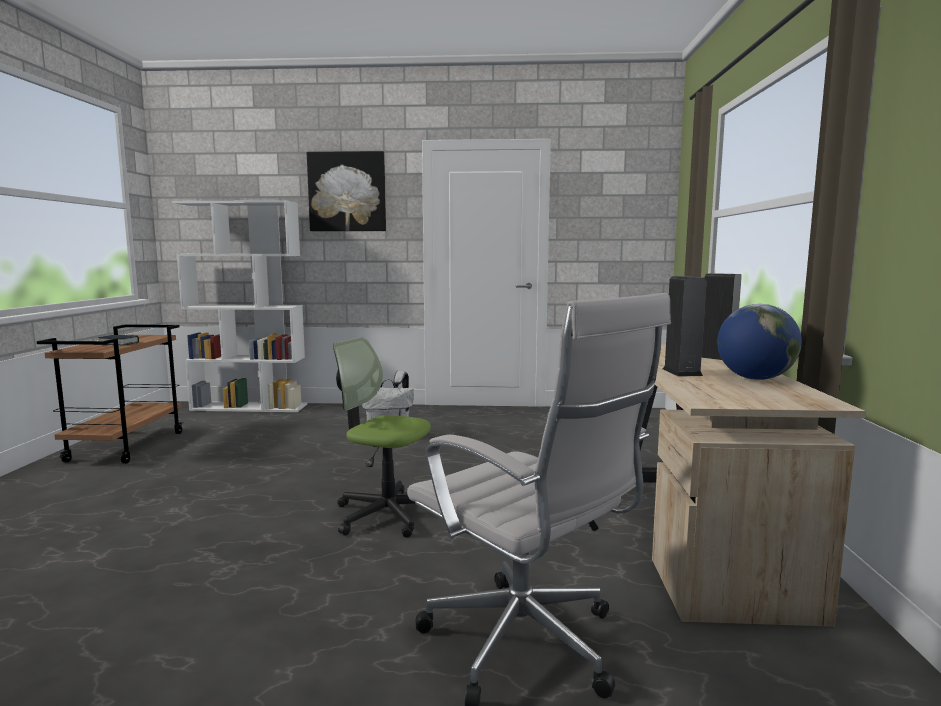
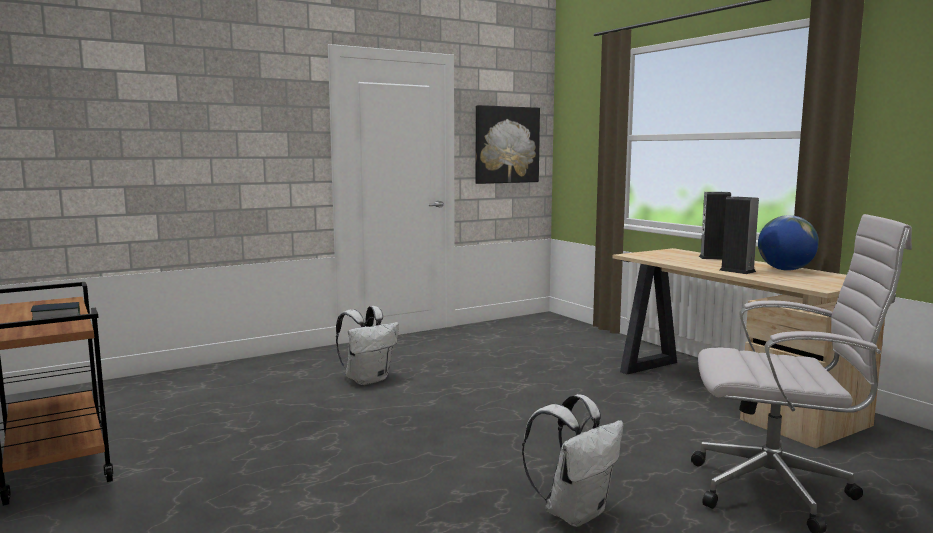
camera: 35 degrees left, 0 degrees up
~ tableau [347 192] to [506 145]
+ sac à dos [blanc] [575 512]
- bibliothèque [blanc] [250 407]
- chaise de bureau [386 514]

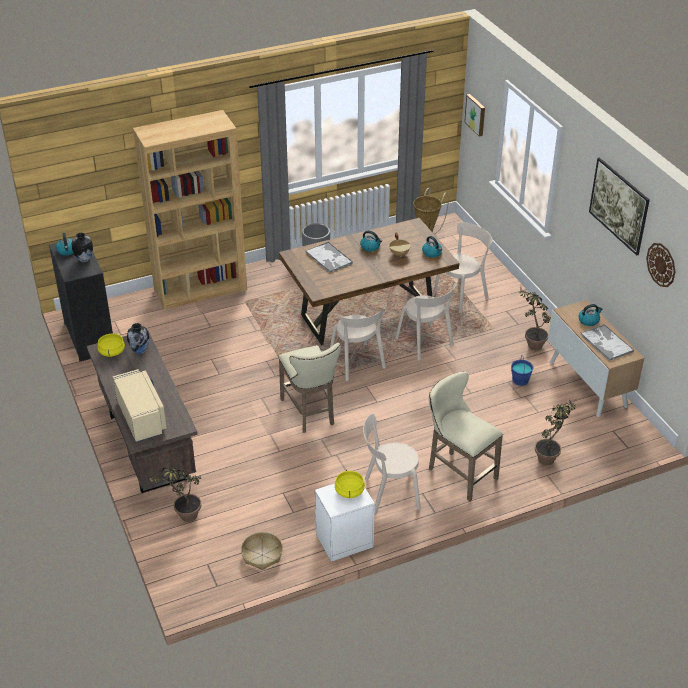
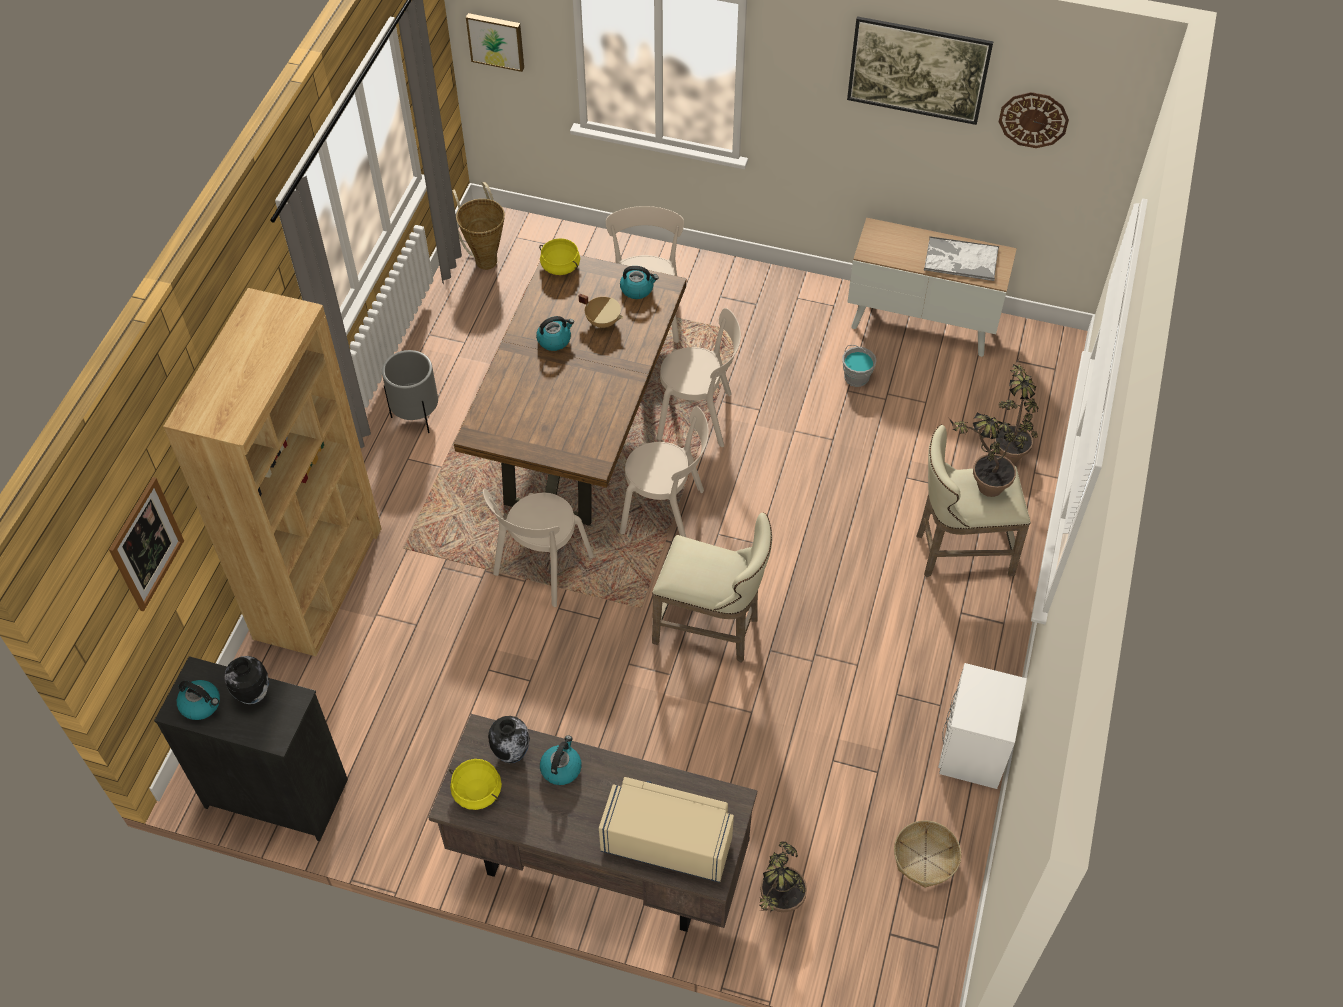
camera: 50 degrees left, 15 degrees up
+ tableau [146 544]
~ chaise [beige] [388 494] to [541 568]
~ marmite [jaune] [349 491] to [560 266]
~ bouilloire [589 320] to [561 768]
~ seau [bleu] [520 380] to seau [gris] [856 377]
~ plante en pot [531 343] to [980 486]
- plateau [329 258]

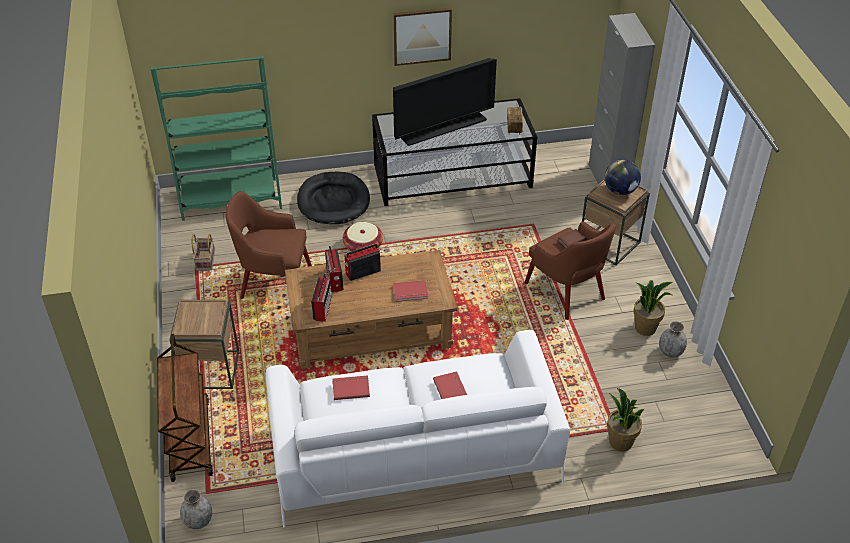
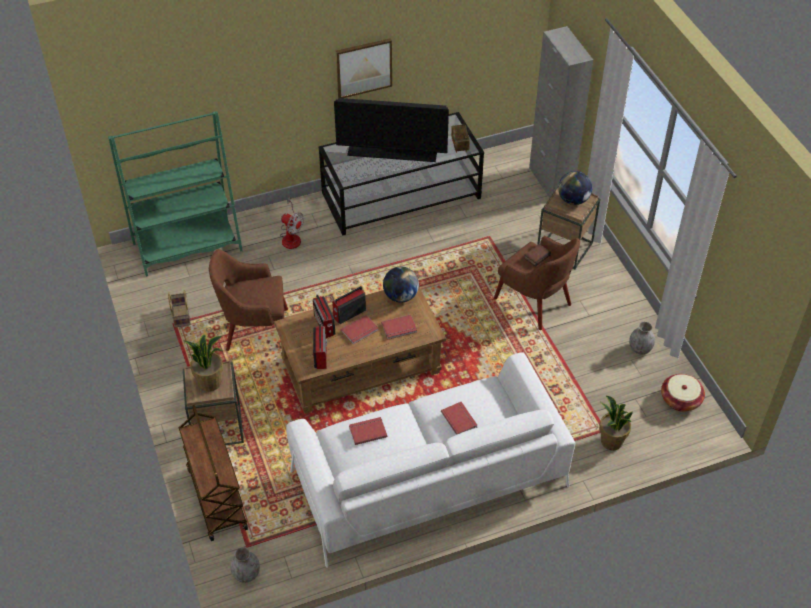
camera: 10 degrees left, 5 degrees up
~ plante en pot [645 327] to [210 382]
~ panier pour chien [noir] [333 201] to ventilateur [291 236]
~ téléviseur [444 128] = [392 154] 45 degrees clockwise
+ livre [rouge] [360 331]
+ globe [400 296]
~ panier [363 246] to [680 400]

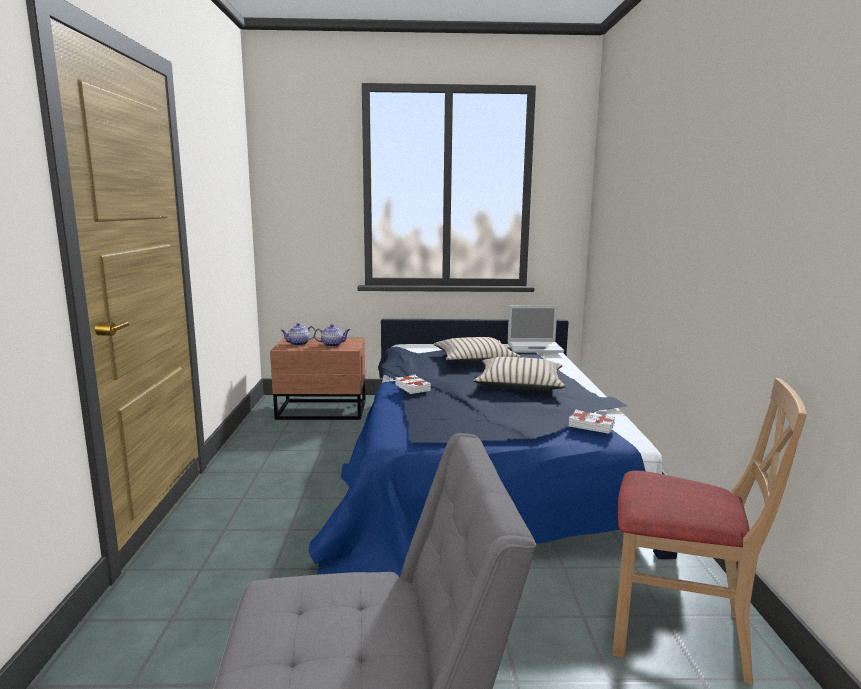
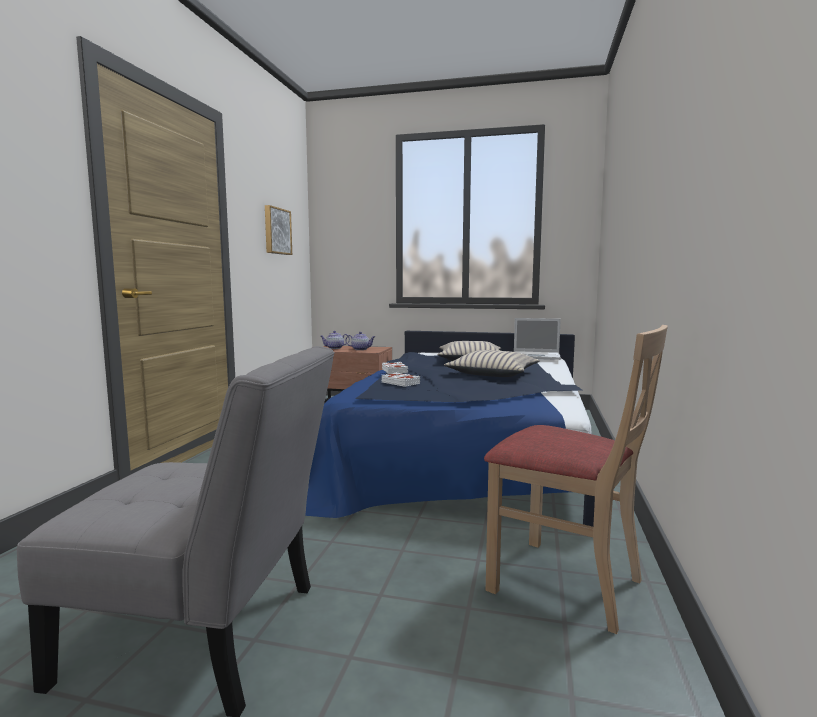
camera: 15 degrees right, 5 degrees down
+ tableau [276 231]
~ livre [blanc] [591 425] to [401 383]

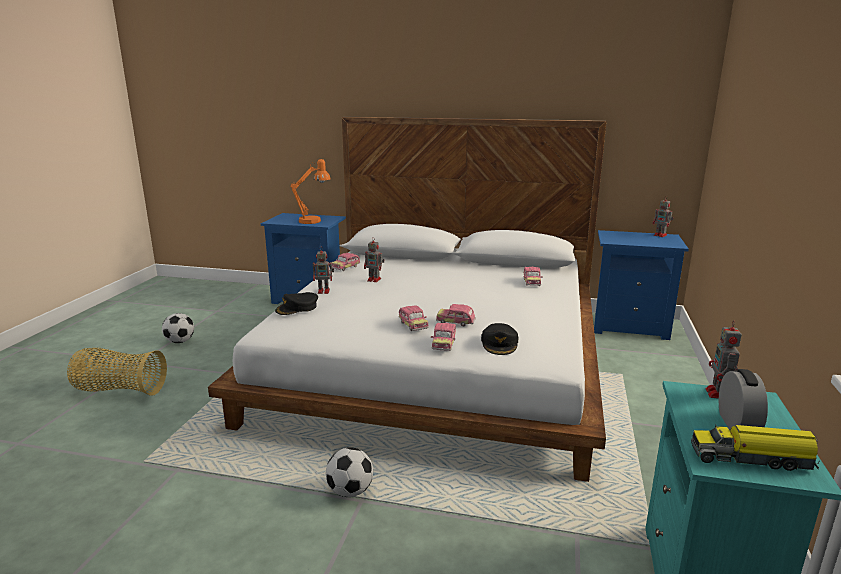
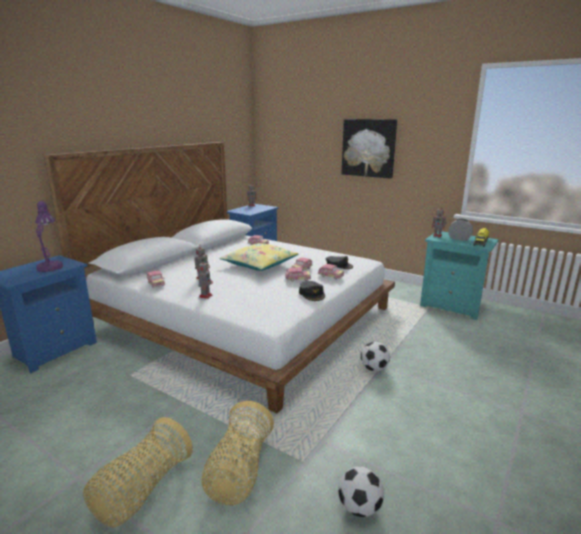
camera: 70 degrees left, 0 degrees up
~ lampe de table [orange] [314 220] to lampe de table [violet] [51 266]
+ panier [239 471]
+ coussin [jaune] [259 264]
~ casquette [noir] [297 308] to [312 294]
~ ballon de foot [180 341] to [359 507]
+ tableau [368 148]

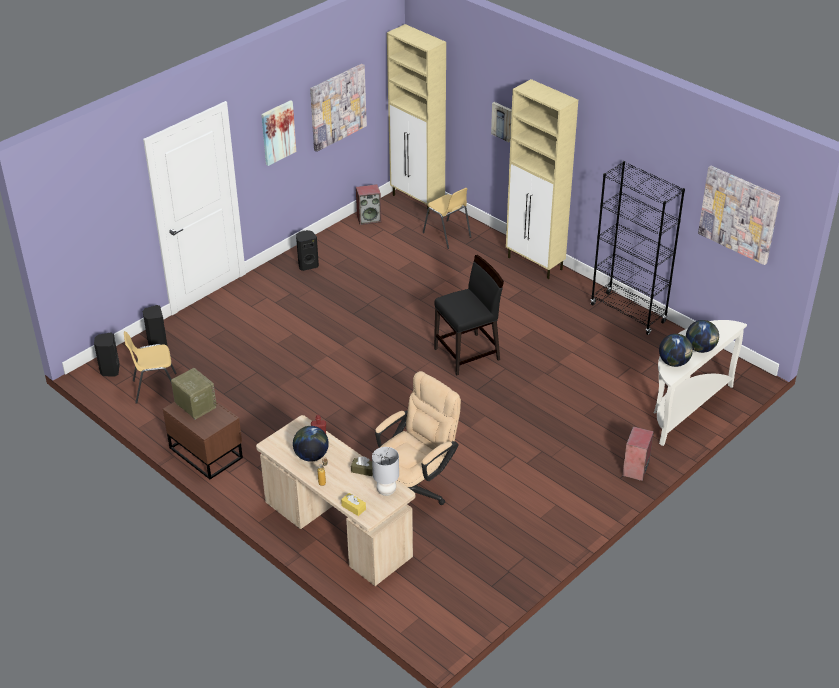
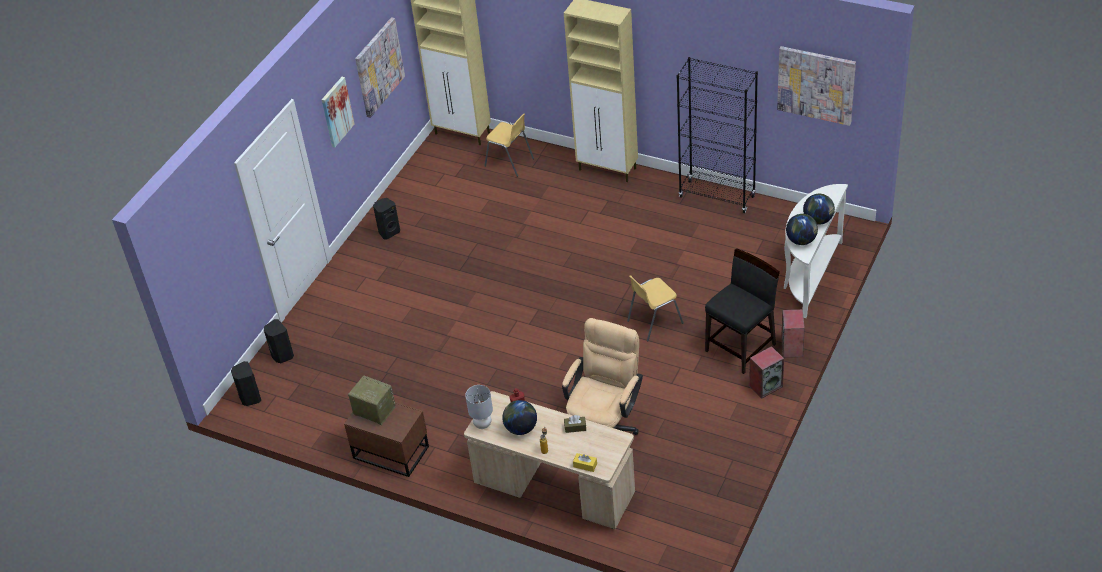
camera: 15 degrees left, 5 degrees up
~ lampe de table [gris] [386 491] to [482 424]
~ chaise [jaune] [155 388] to [654 322]
~ chaise [noir] [468 354] to [741 347]
~ enceinte [369 218] to [766 386]
- tableau [502 121]

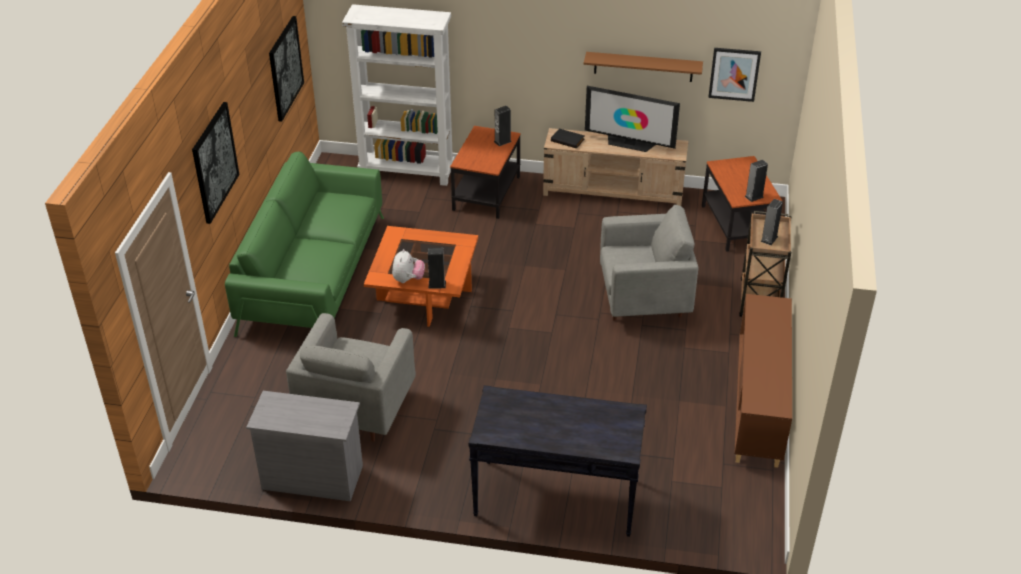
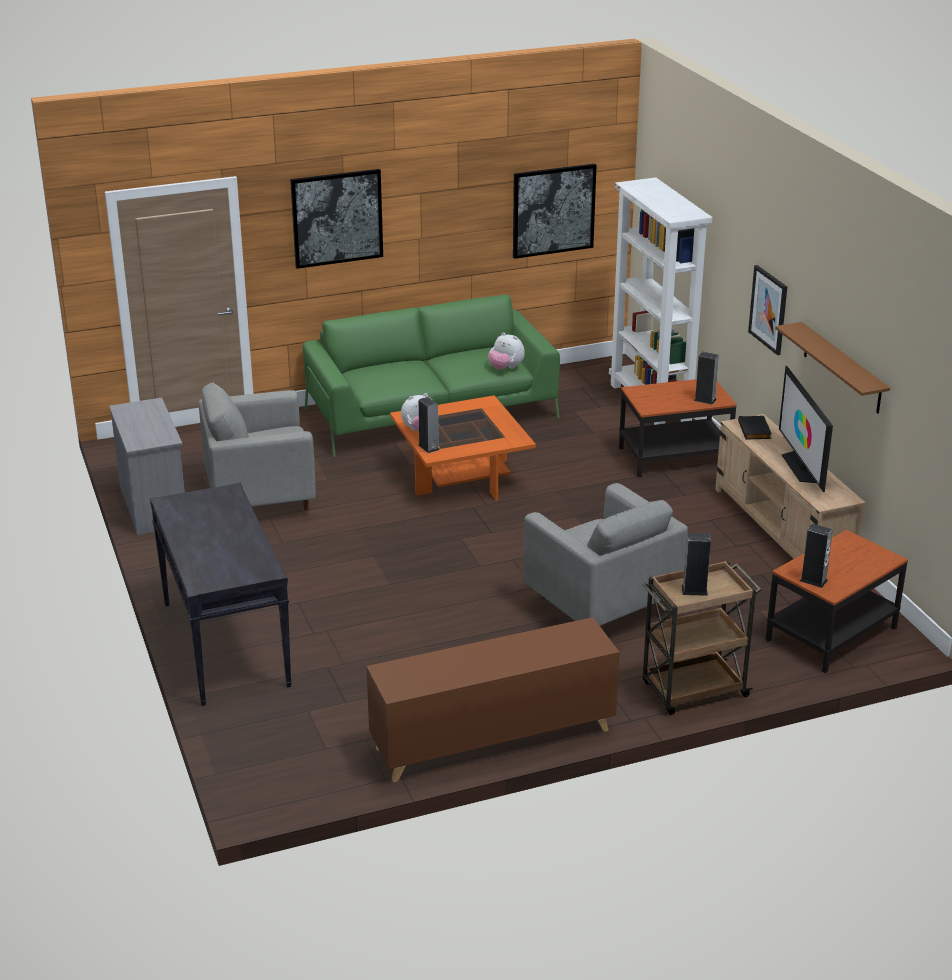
camera: 60 degrees right, 10 degrees down
+ peluche [505 368]
~ tableau [734 74] to [768 309]

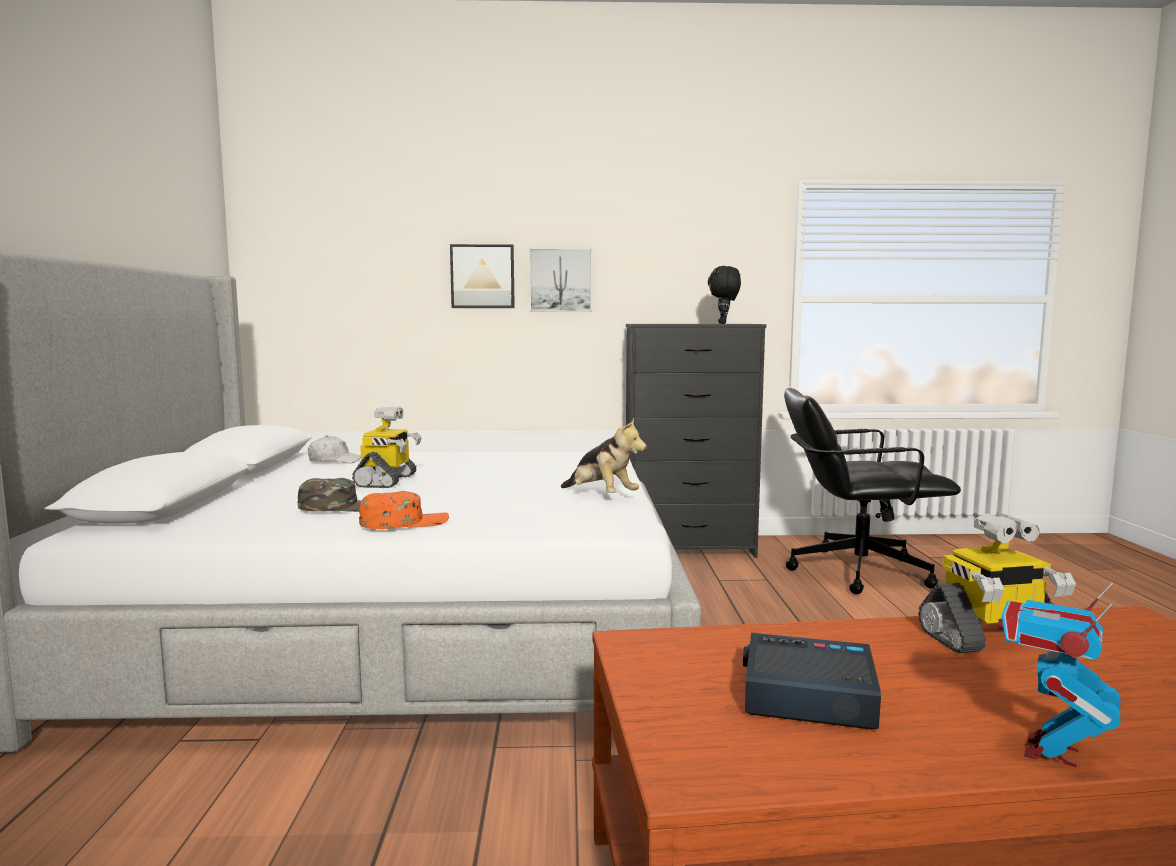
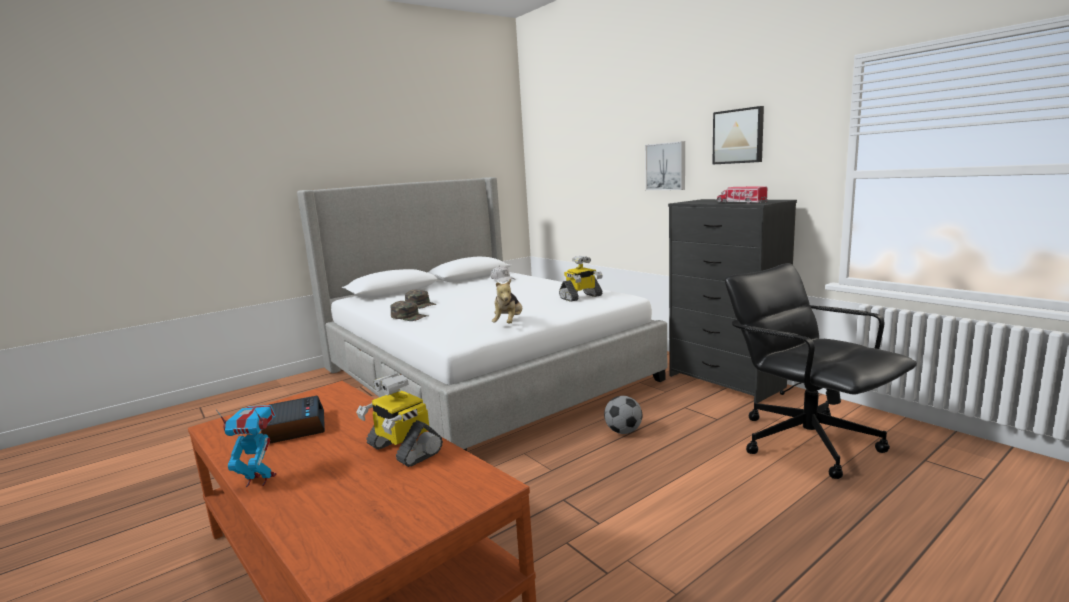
camera: 55 degrees right, 5 degrees up
~ casquette [orange] [404 522] to casquette [vert] [409 317]
~ robot jouet [387 481] to [581 297]
+ ballon de foot [623 431]
~ tableau [482 276] to [738 136]
~ peluche [noir] [723 323] to camion jouet [740 203]

